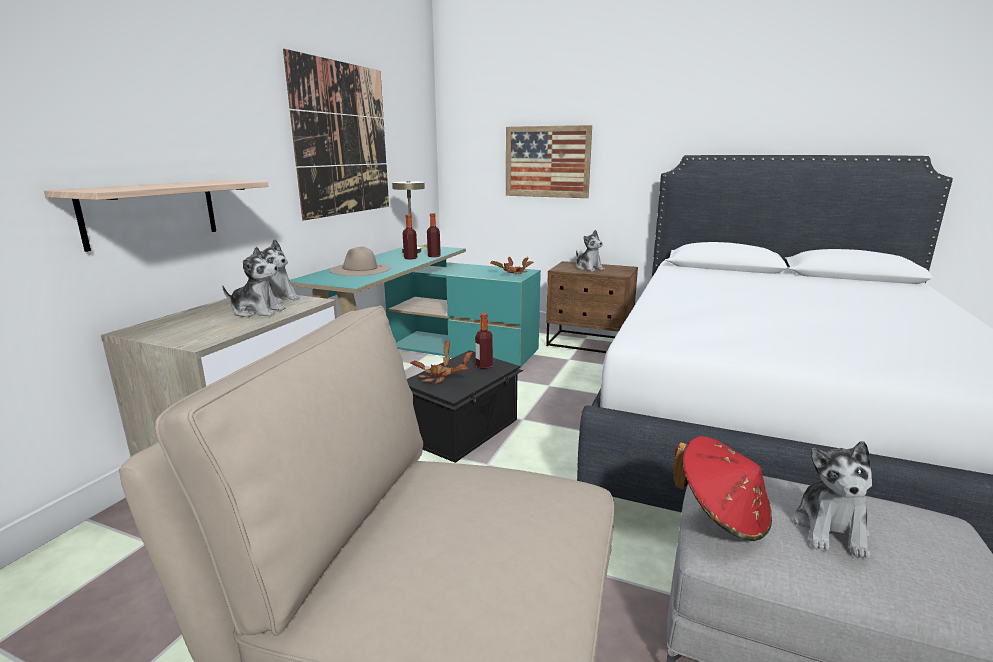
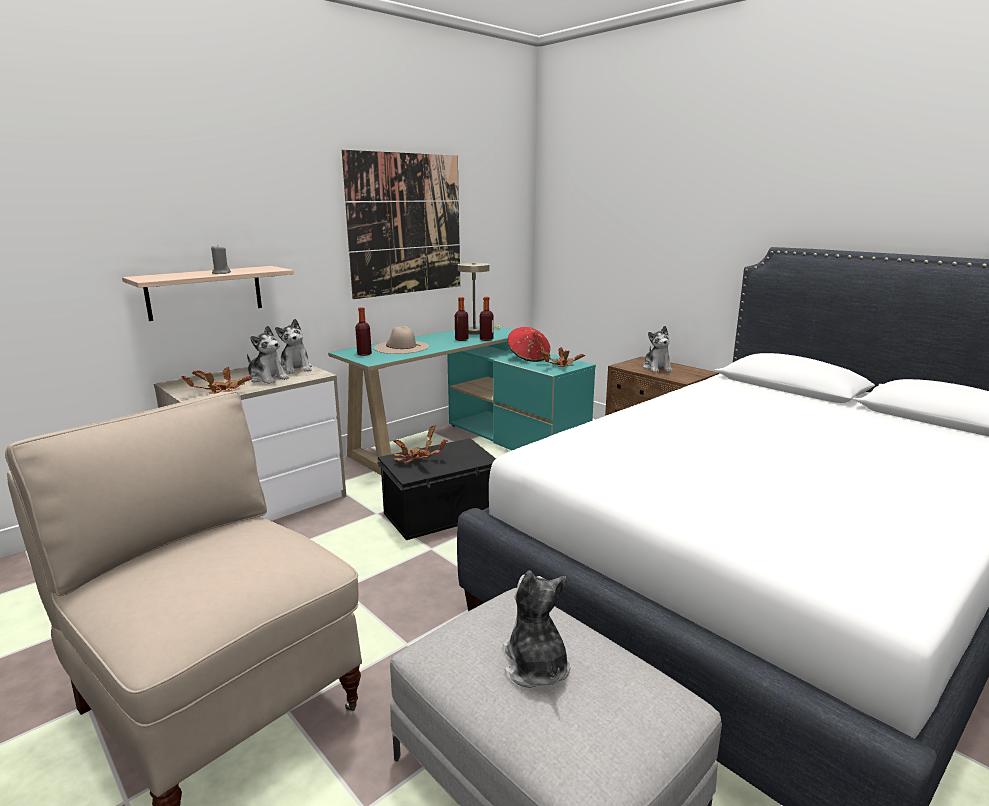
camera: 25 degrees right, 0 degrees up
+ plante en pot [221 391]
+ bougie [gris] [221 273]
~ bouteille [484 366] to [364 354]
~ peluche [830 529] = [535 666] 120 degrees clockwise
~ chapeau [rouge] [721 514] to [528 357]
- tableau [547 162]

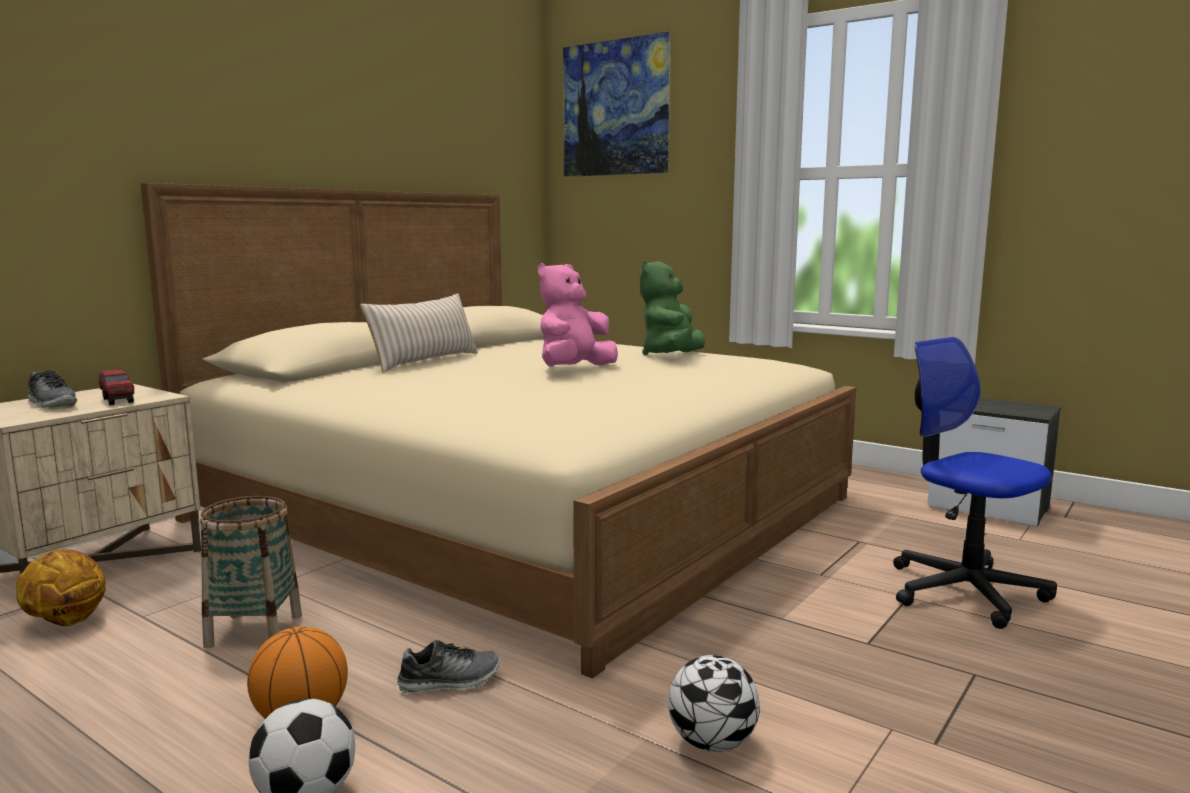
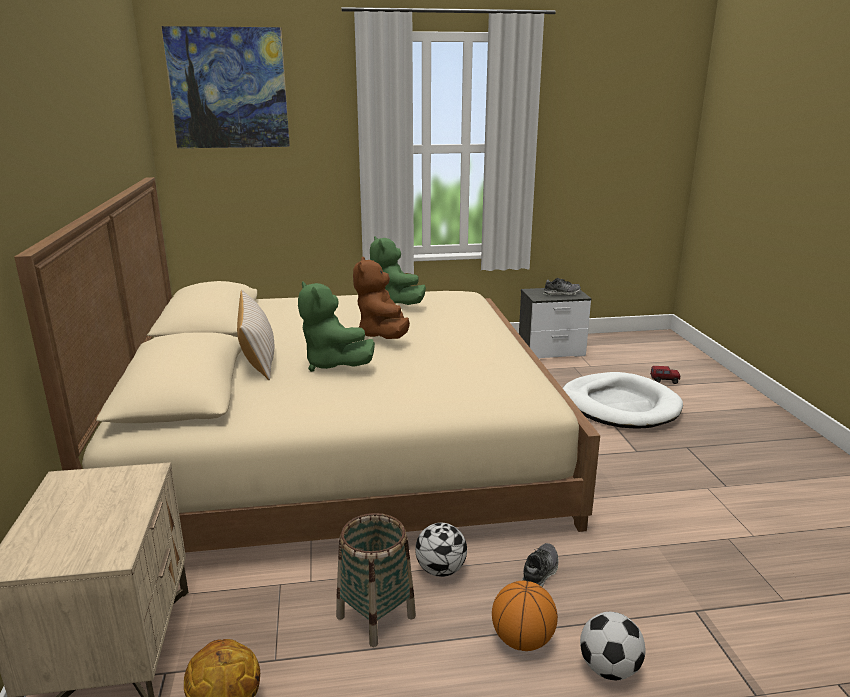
camera: 45 degrees left, 10 degrees up
+ peluche [vert] [333 364]
~ peluche [rose] [574 369] to peluche [marron] [383 335]
~ ballon de foot [712 744] to [441 570]
~ chaussure [52 404] to [561 293]
~ chaise de bureau [965 591] to panier pour chien [blanc] [620 405]
~ camion jouet [118 400] to [664 381]

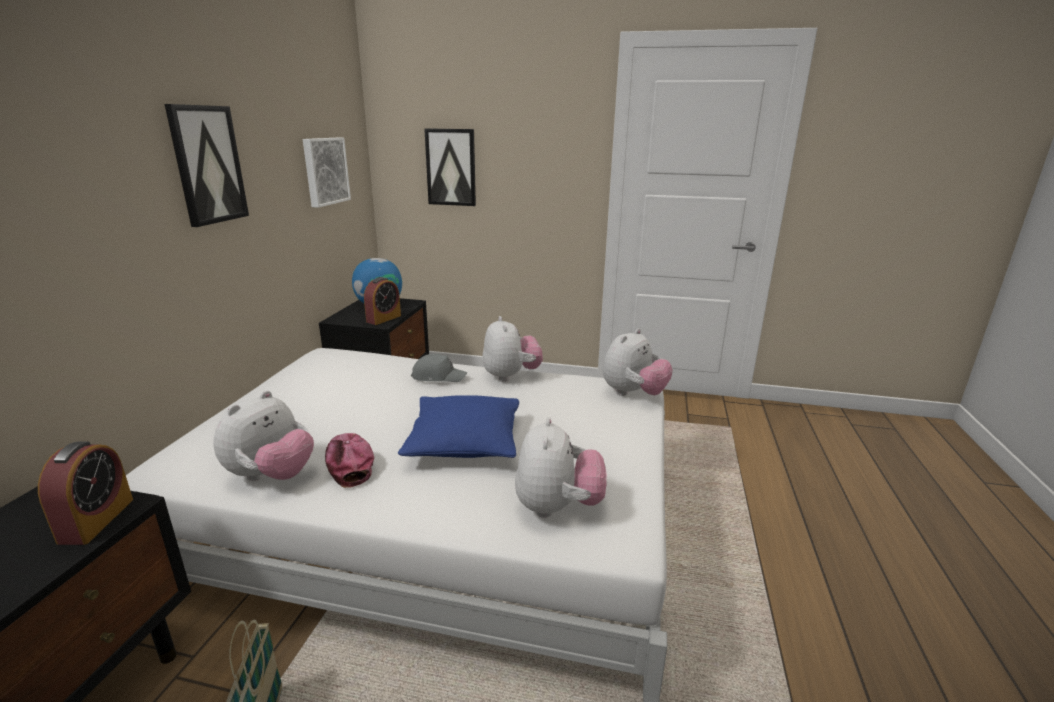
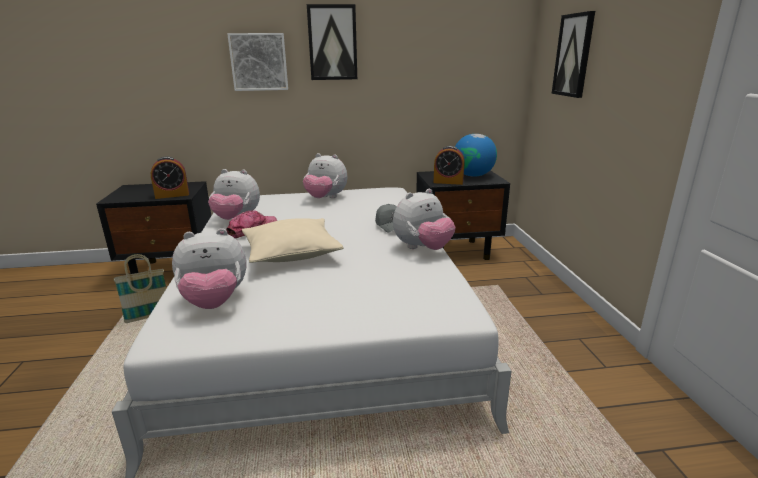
camera: 70 degrees right, 0 degrees up
~ tableau [324 171] to [259 62]
~ coussin [bleu] [464 442] to coussin [beige] [292 253]
~ peluche [633 394] to [325 198]

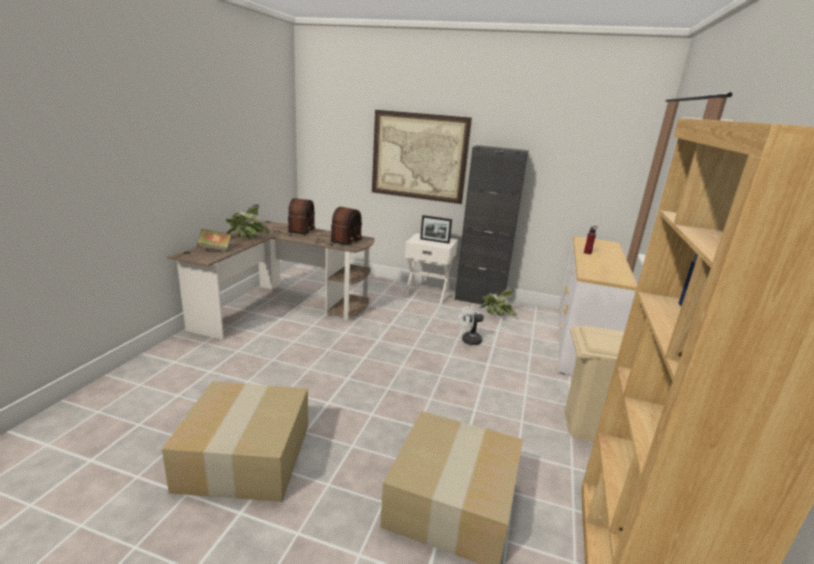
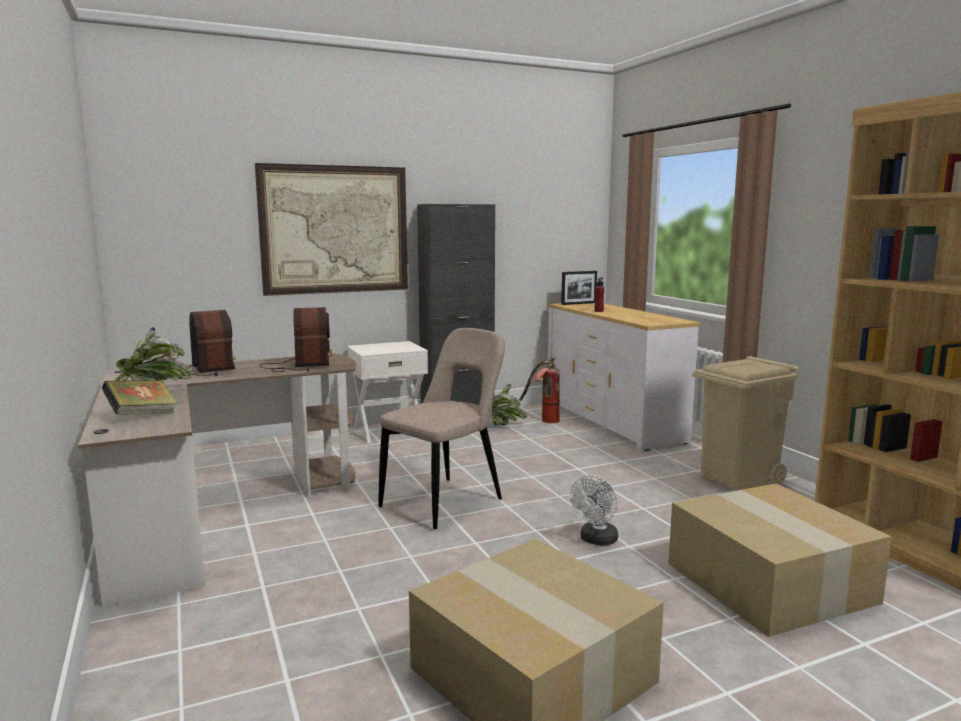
camera: 40 degrees left, 10 degrees down
+ chaise [beige] [446 501]
+ extincteur [543 420]
~ cadre photo [434 241] to [578 303]
~ ventilateur [blanc] [468 341] to [596 540]

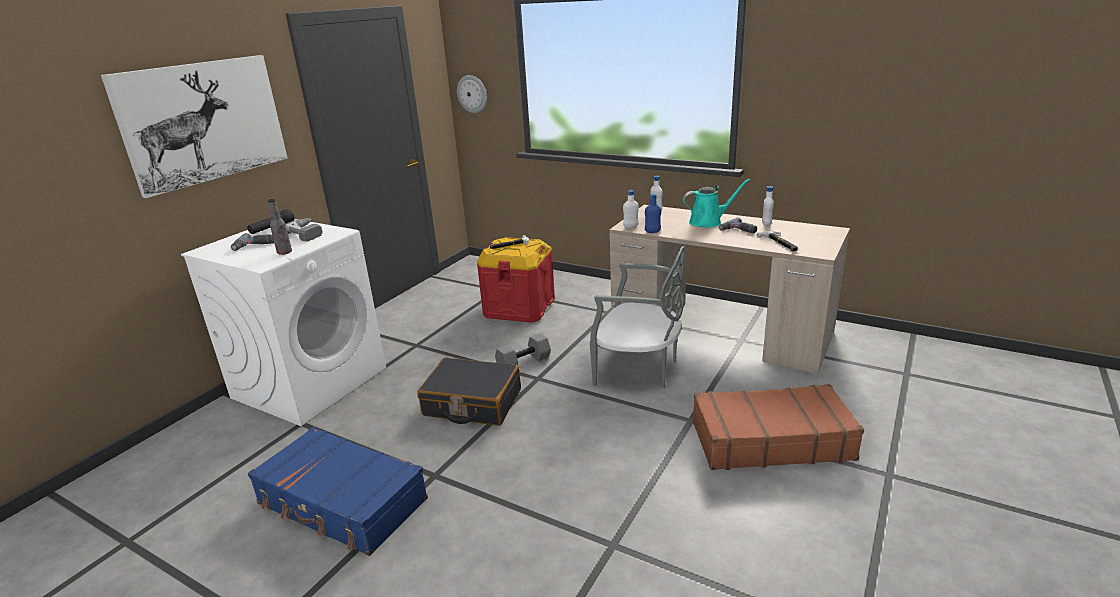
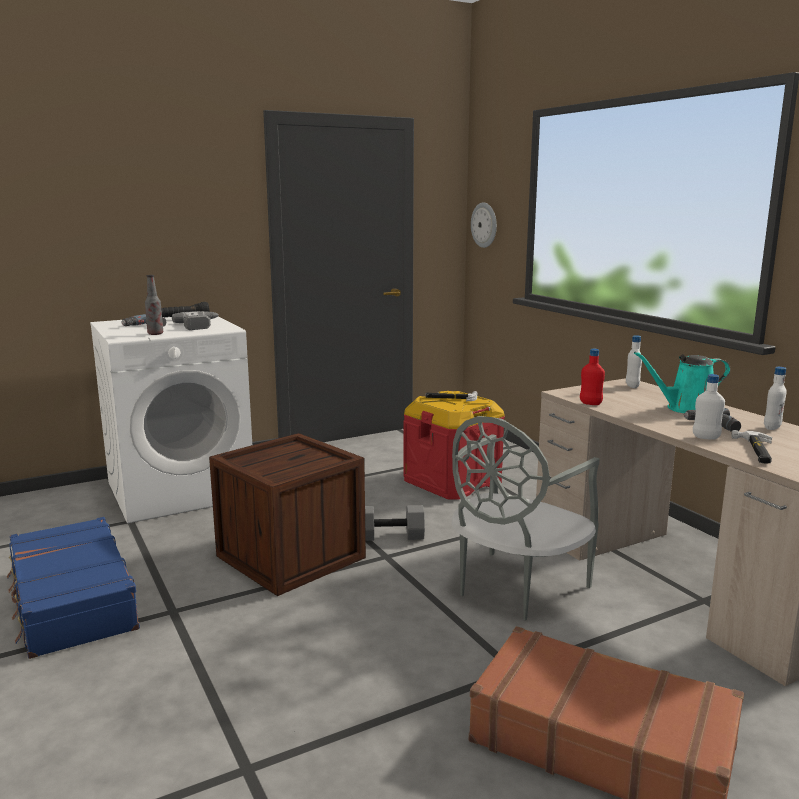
camera: 30 degrees right, 10 degrees down
~ valise [noir] [472 403] to caisse [291 557]
~ chaise [gris] [638 370] = [515 588] 75 degrees clockwise
~ bouteille [bleu] [652 232] to bouteille [rouge] [590 403]
~ arrosoir [turquoise] [708 222] = [686 409] 150 degrees clockwise
~ bouteille [blanc] [630 227] to [706 437]
- tableau [204 122]

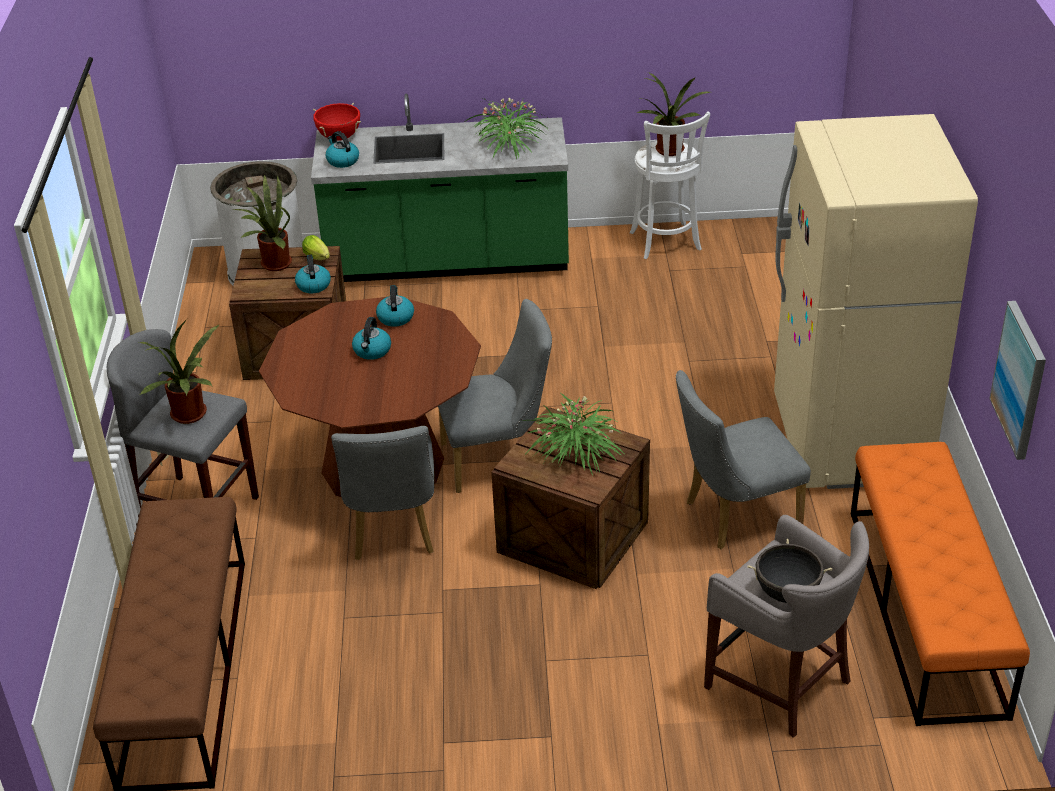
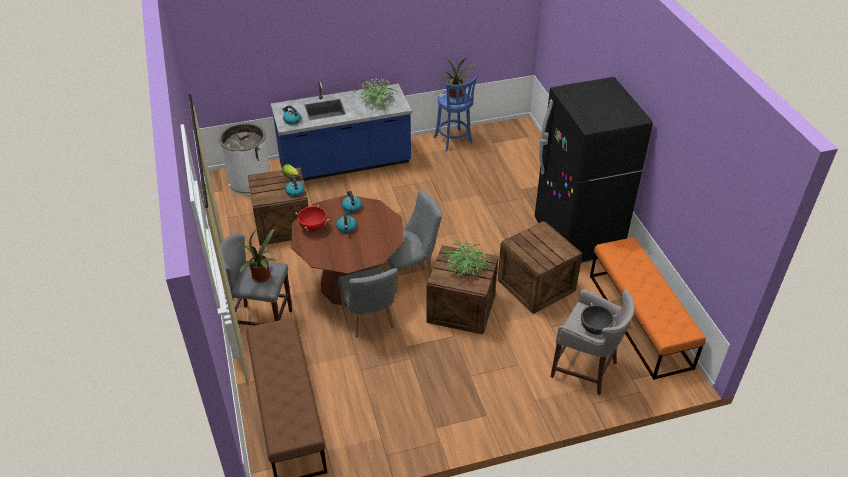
camera: 15 degrees left, 5 degrees up
~ comptoir de cuisine [vert] [448 261] to comptoir de cuisine [bleu] [345 164]
~ marmite [rouge] [339 137] to [313 228]
~ tabouret [blanc] [666 243] to tabouret [bleu] [454 141]
~ chaise [gris] [734 516] to caisse [535 285]
~ réfrigérateur [beige] [849 441] to réfrigérateur [noir] [577 238]
- plante en pot [273 264]
- tableau [1020 379]

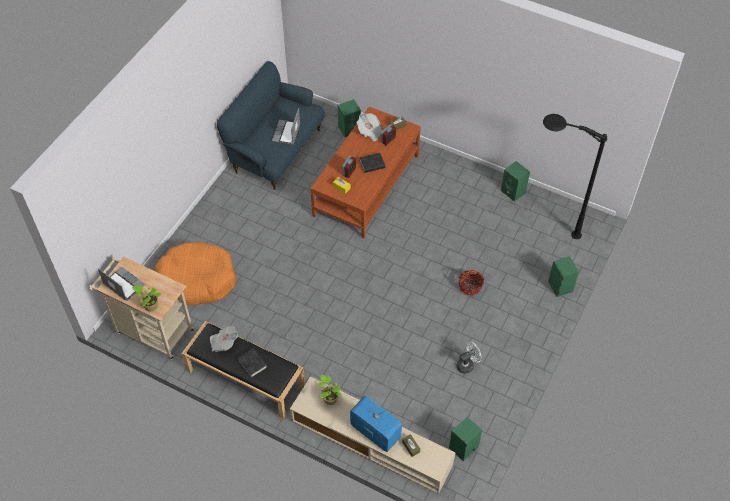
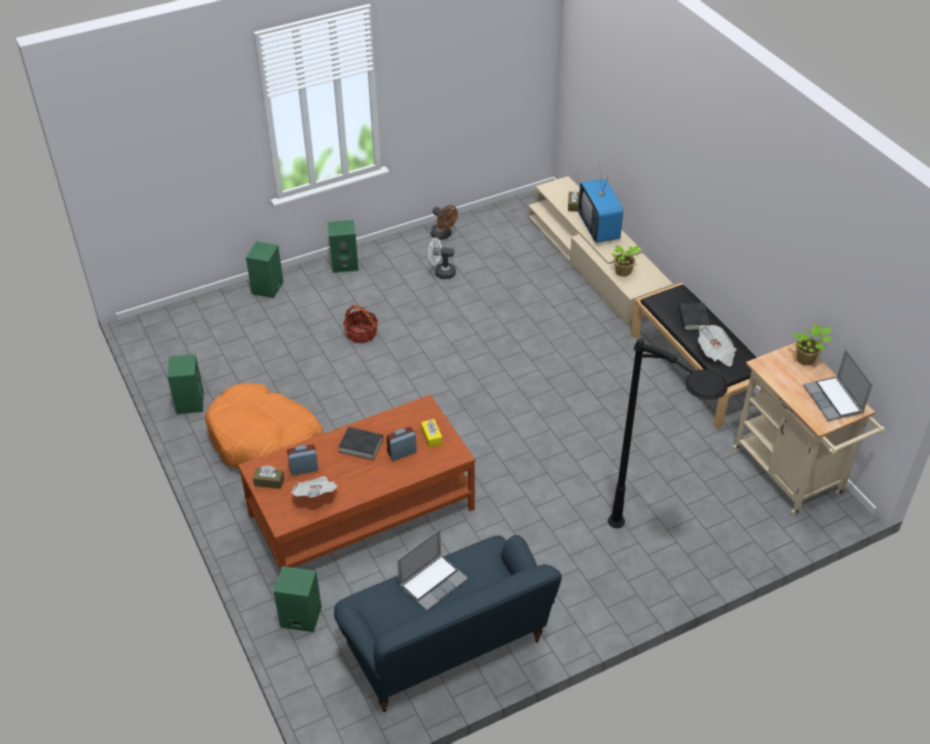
camera: 145 degrees left, 10 degrees down
~ panier pour chien [orange] [196 280] to [265 441]
~ enceinte [vert] [463 448] to [345 264]
+ ventilateur [marron] [443 235]
~ lampadaire [noir] [544 228] to [654 555]

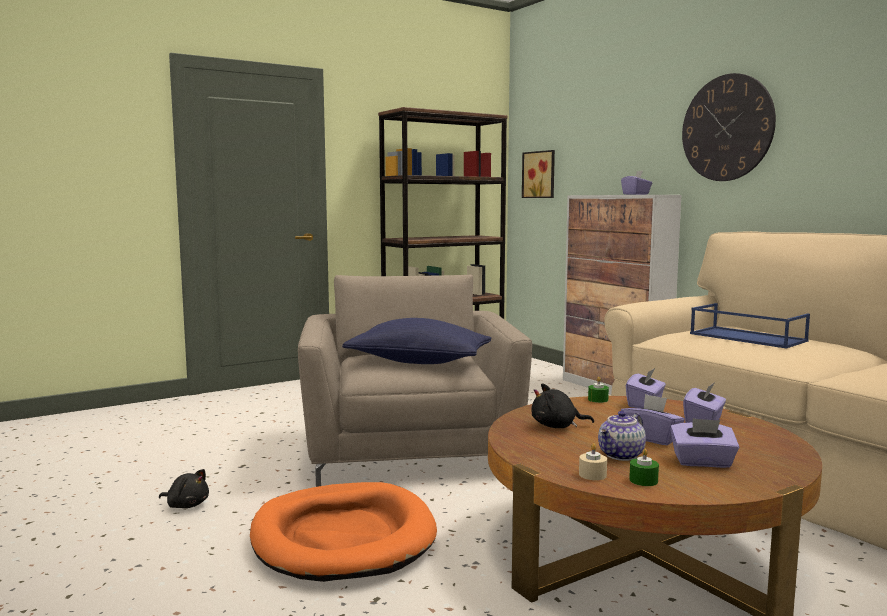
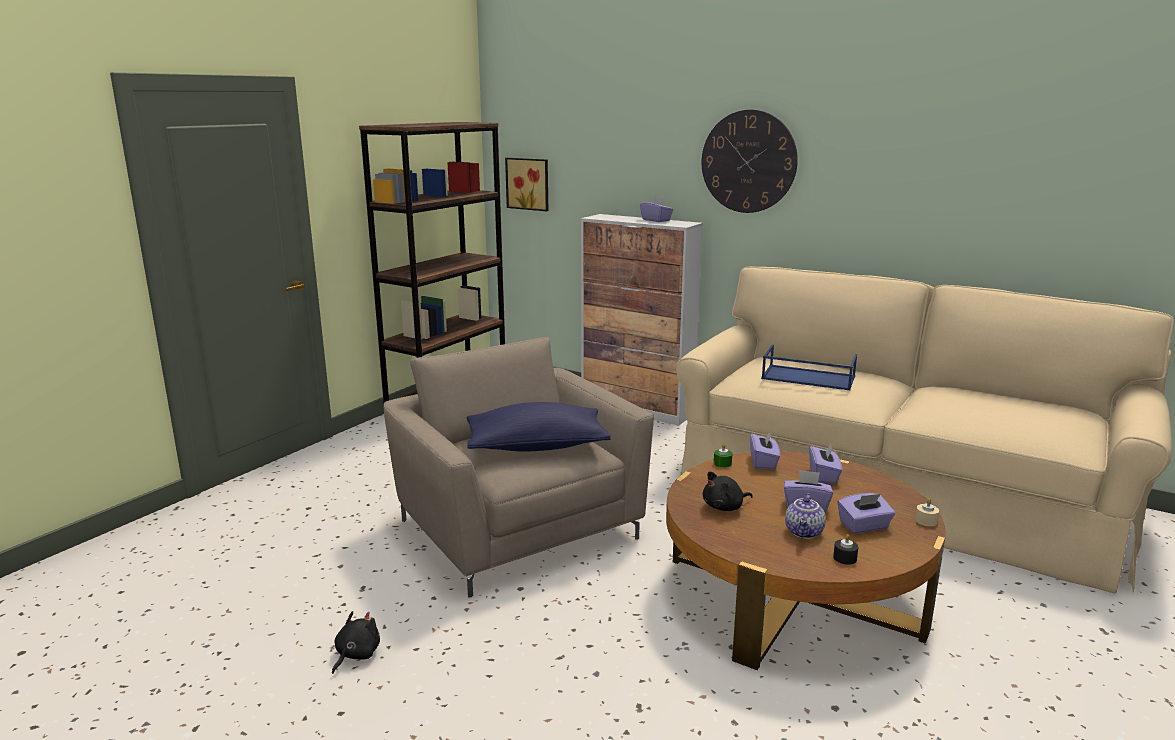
camera: 25 degrees left, 10 degrees up
~ peluche [noir] [186 505] = [356 655] 60 degrees counterclockwise
~ bougie [vert] [643 480] to bougie [noir] [845 558]
~ bougie [beige] [592 475] to [926 521]
- panier pour chien [orange] [343 538]

